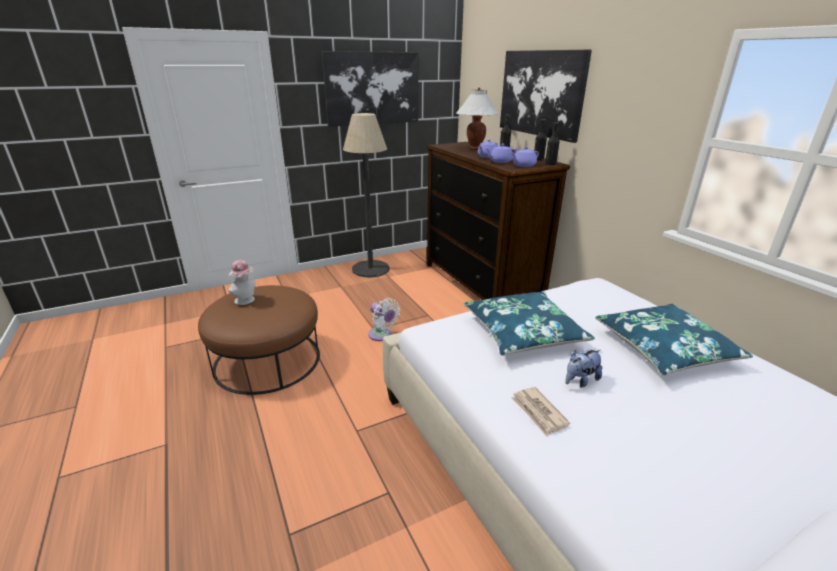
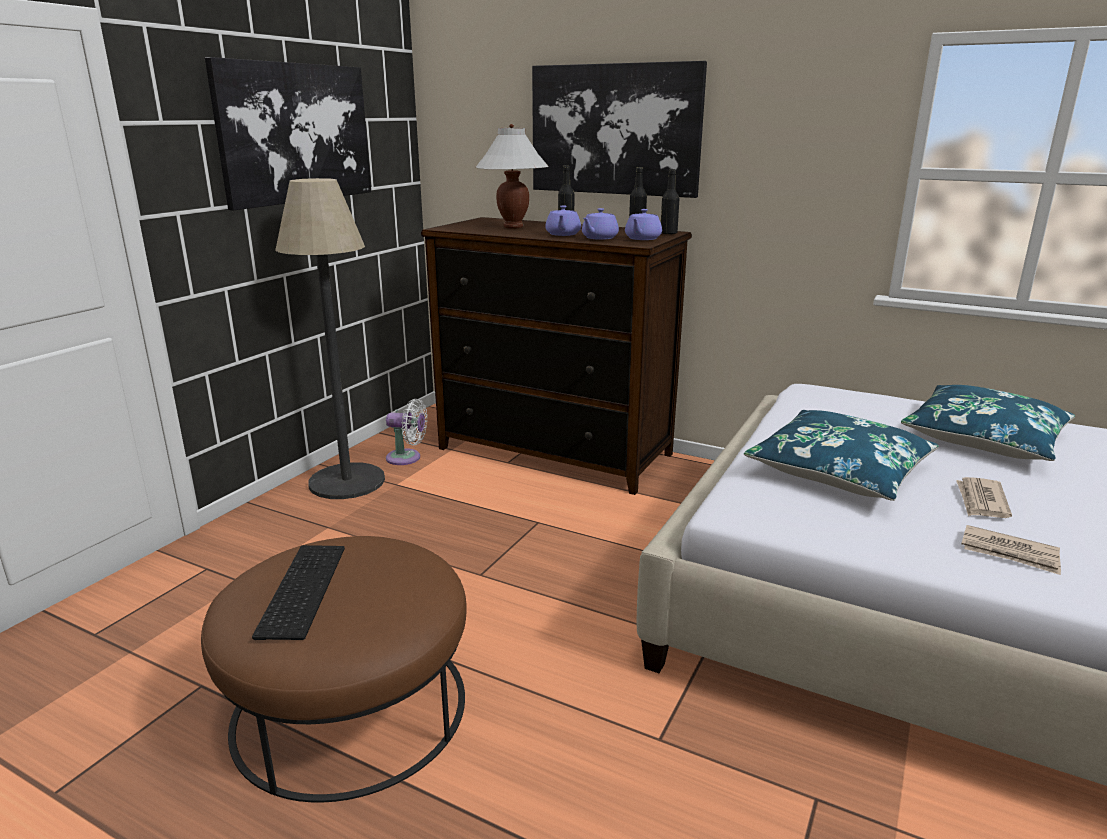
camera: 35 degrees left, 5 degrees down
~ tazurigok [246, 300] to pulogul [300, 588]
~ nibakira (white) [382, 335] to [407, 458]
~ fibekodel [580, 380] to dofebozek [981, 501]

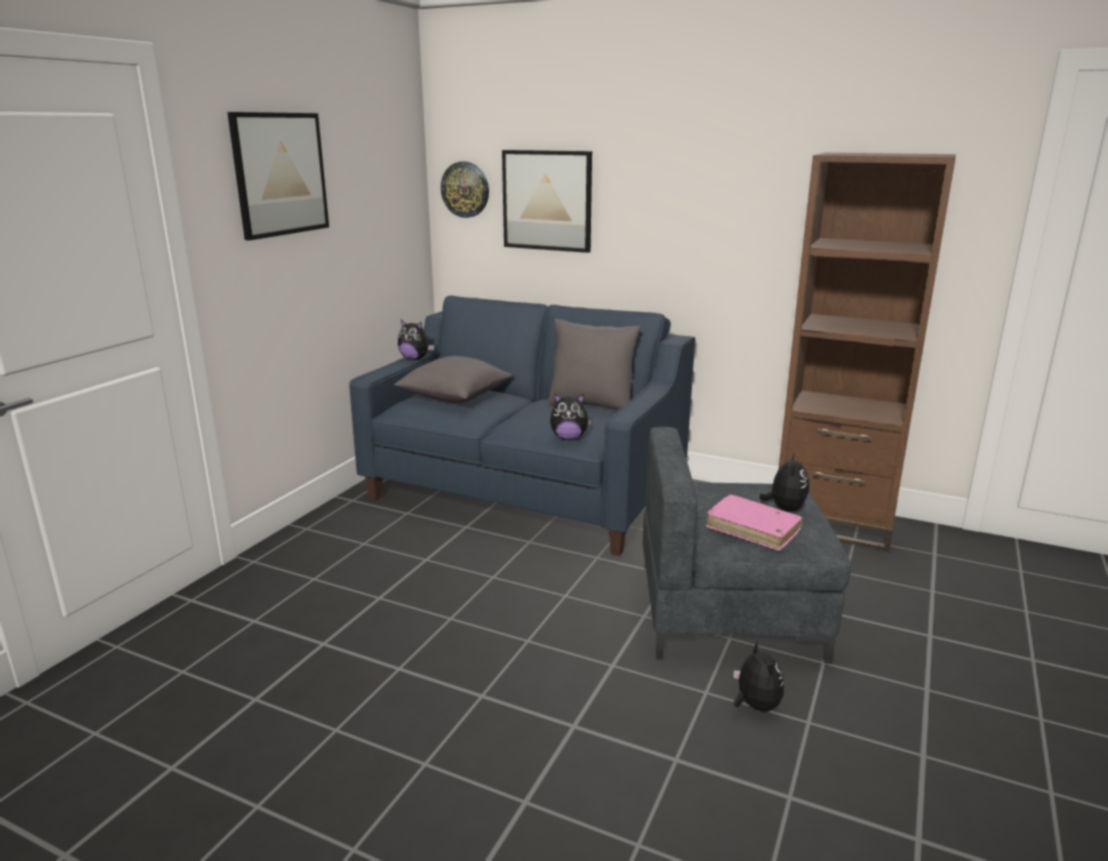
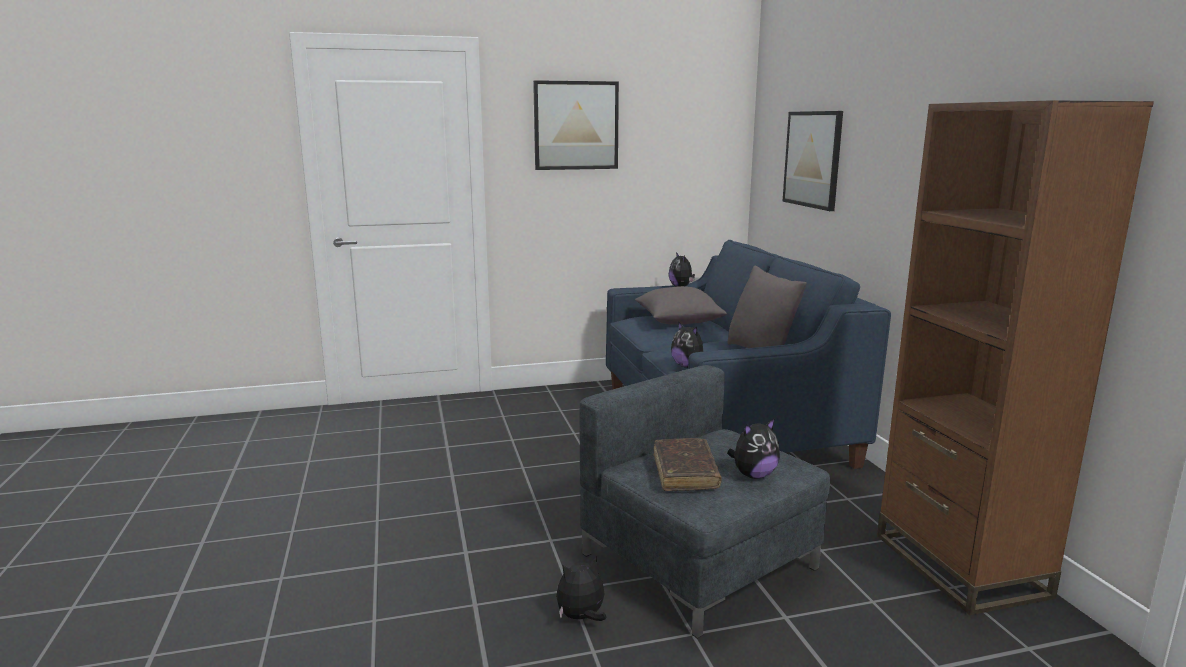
camera: 50 degrees right, 5 degrees down
- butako [465, 189]
~ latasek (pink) [753, 530] to latasek (brown) [685, 473]
~ fibekodel [755, 705] = [581, 617] 150 degrees counterclockwise

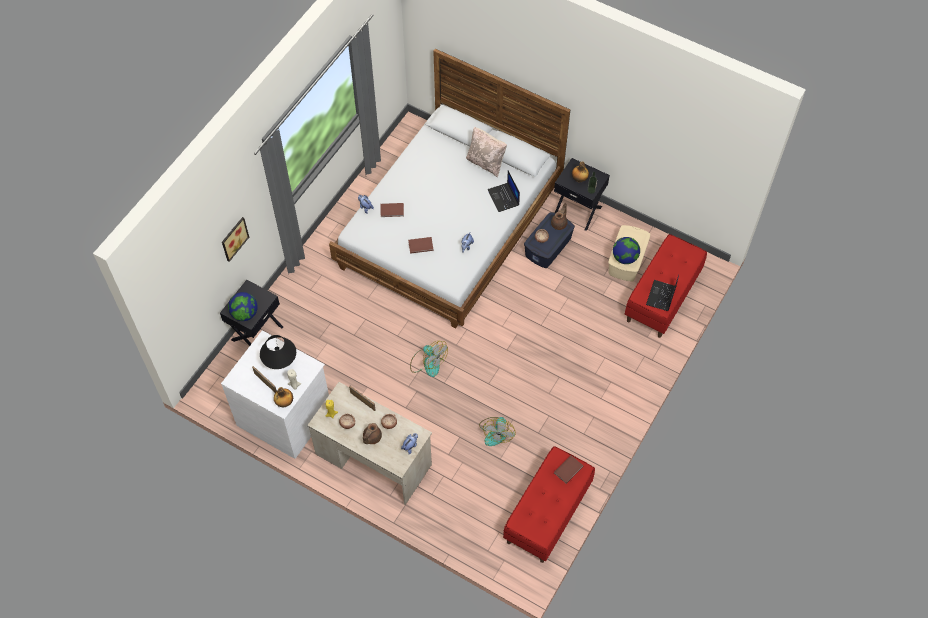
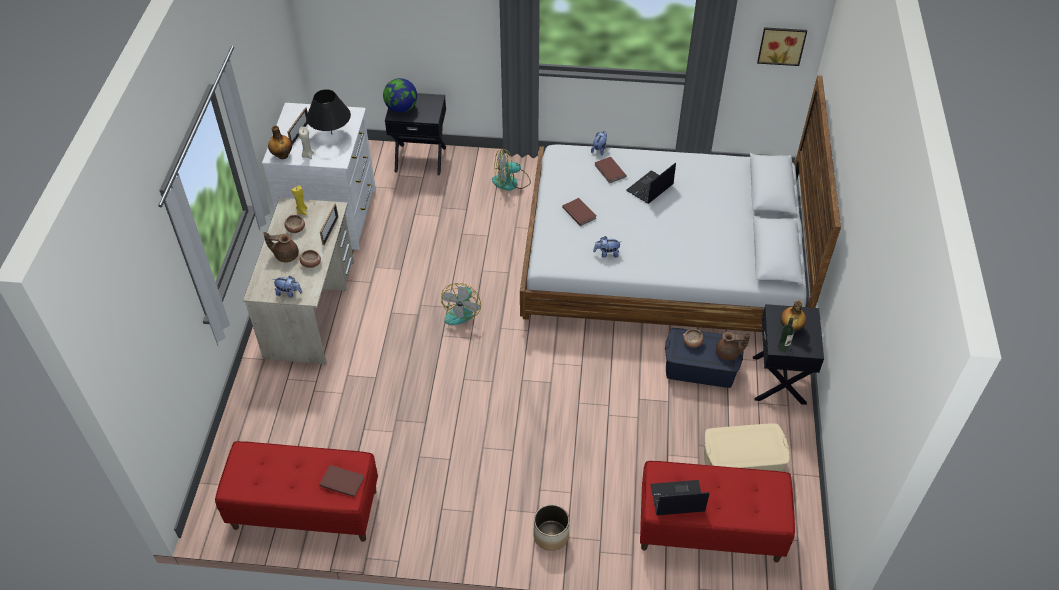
camera: 65 degrees right, 10 degrees down
~ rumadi [233, 238] to [781, 45]
- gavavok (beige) [486, 162]
~ nibakira [496, 432] to [511, 182]
~ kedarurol [504, 198] to [649, 188]
- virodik [625, 258]
+ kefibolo [551, 536]

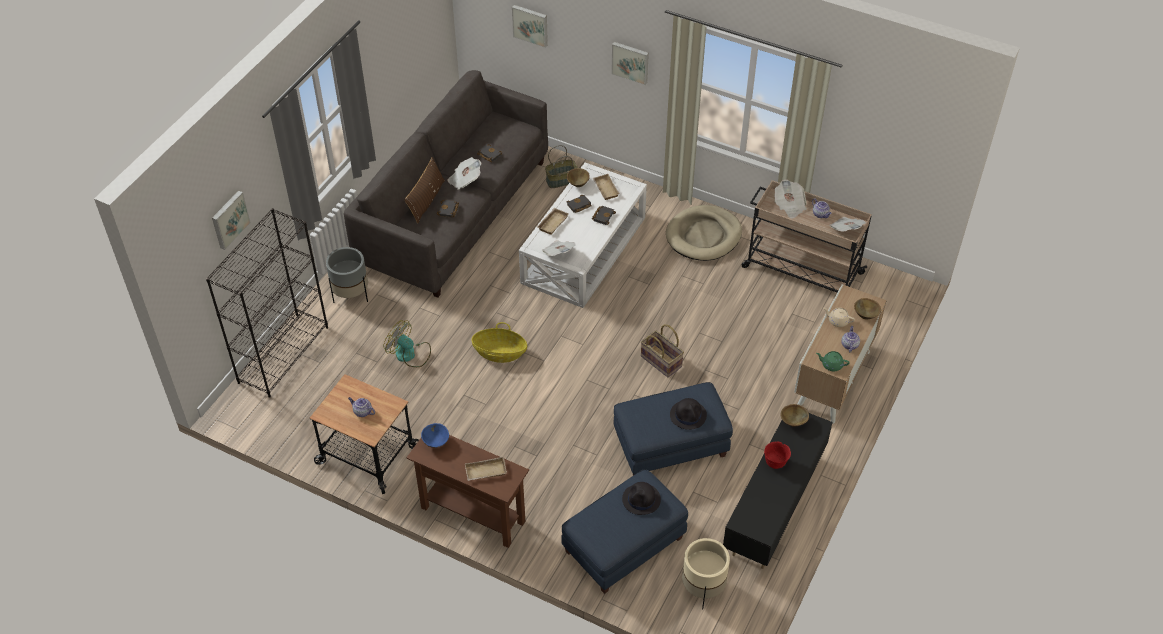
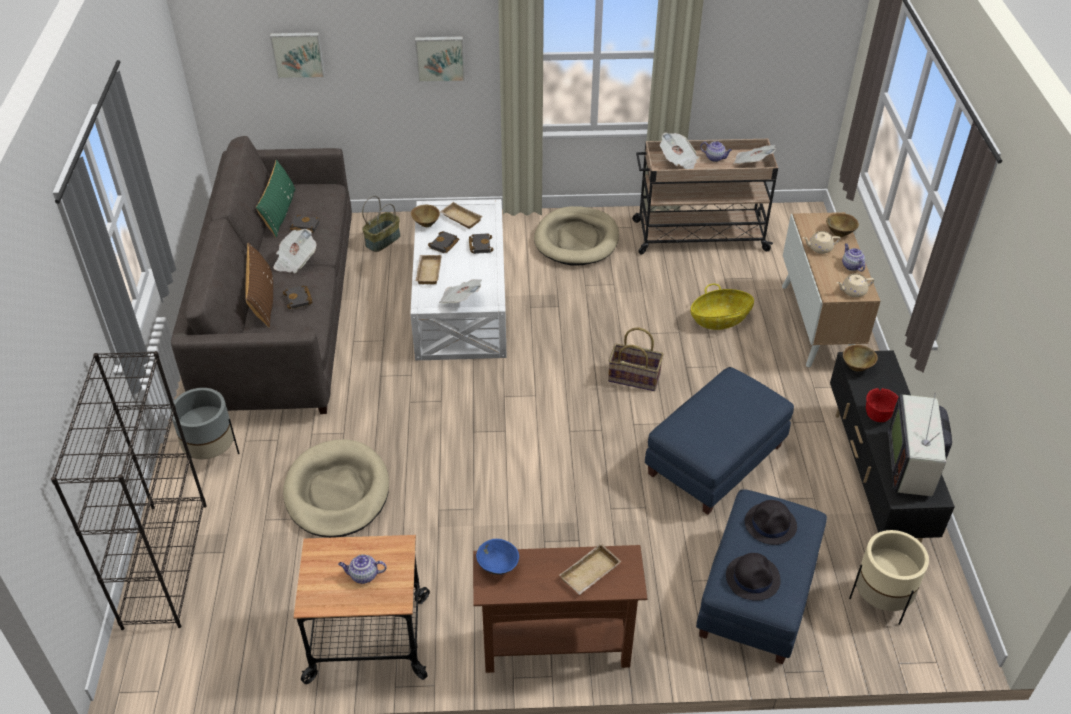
camera: 30 degrees left, 5 degrees down
- rumadi [229, 219]
~ nibakira [409, 354] to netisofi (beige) [337, 492]
~ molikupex [500, 353] to [720, 319]
~ tazurigok (black) [688, 415] to [753, 578]
~ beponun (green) [831, 365] to beponun (beige) [853, 291]
+ gavavok (green) [279, 212]
+ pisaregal [913, 464]

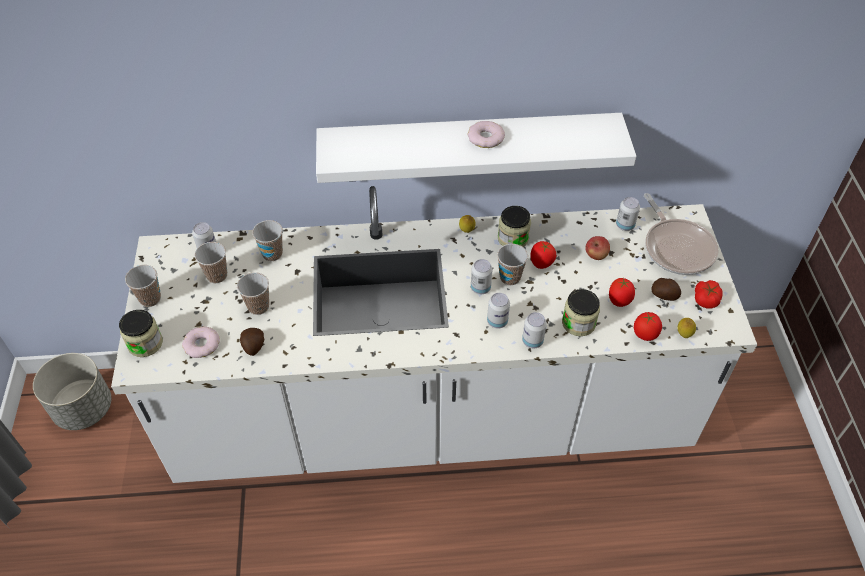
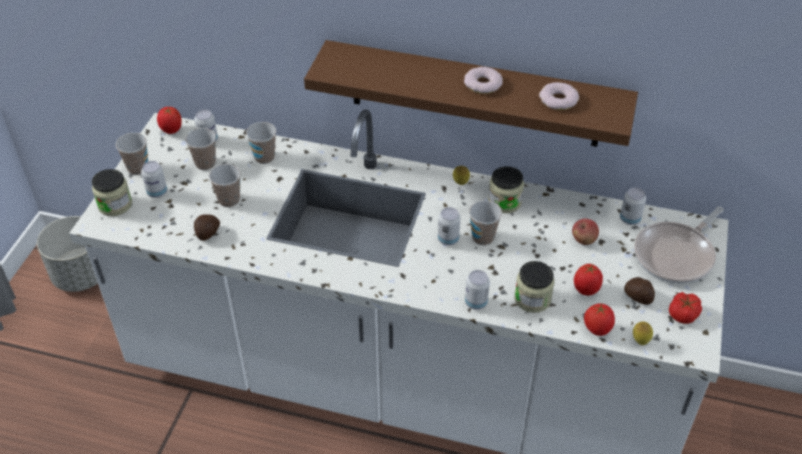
camera: 20 degrees right, 5 degrees down
~ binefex [202, 345] to [558, 100]
~ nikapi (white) [469, 147] to nikapi (brown) [475, 94]
~ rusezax [497, 321] to [157, 192]
~ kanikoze [541, 264] to [171, 131]
~ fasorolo [677, 248] = [676, 255] 45 degrees clockwise

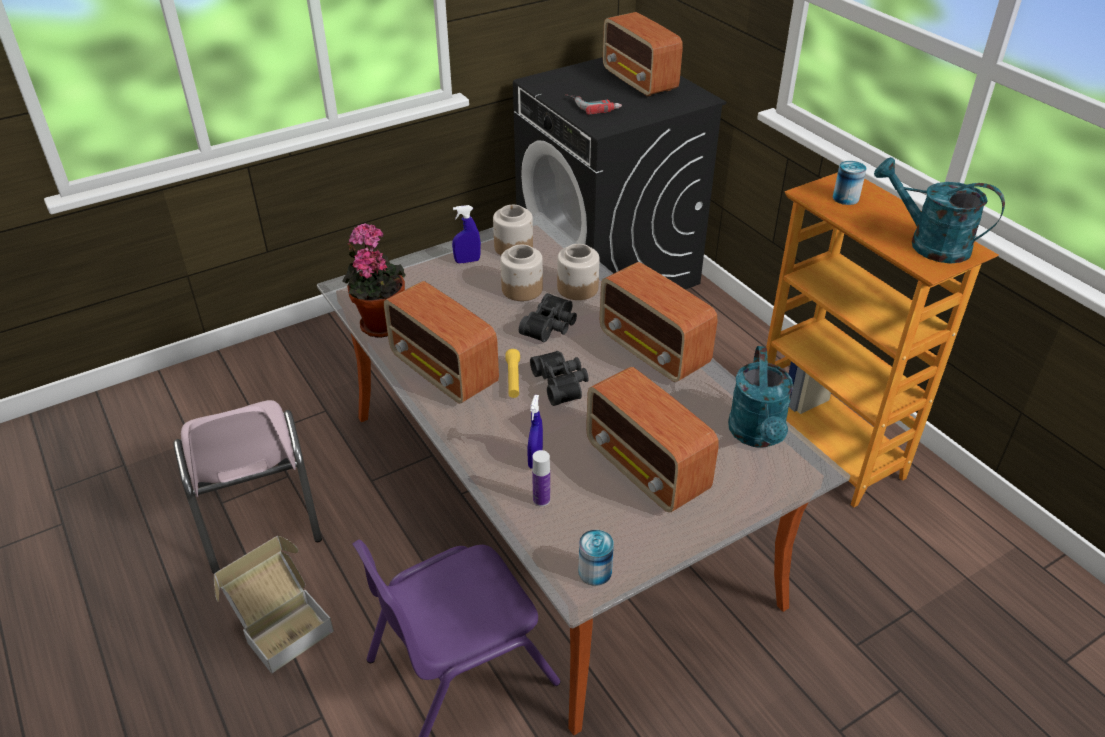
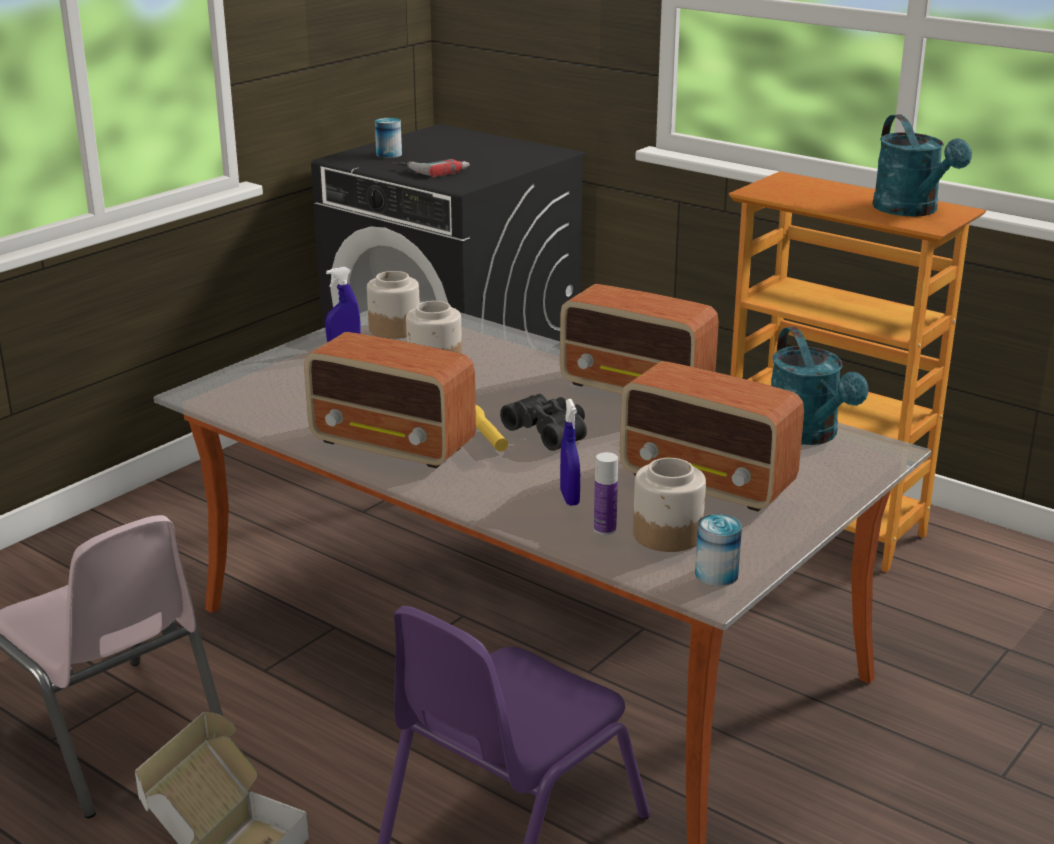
camera: 20 degrees left, 15 degrees down
- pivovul [379, 323]
- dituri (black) [551, 326]
~ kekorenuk [578, 288] to [668, 535]
- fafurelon [639, 81]
~ rusezax [845, 198] to [389, 154]
~ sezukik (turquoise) [928, 244] = [912, 211] 120 degrees counterclockwise

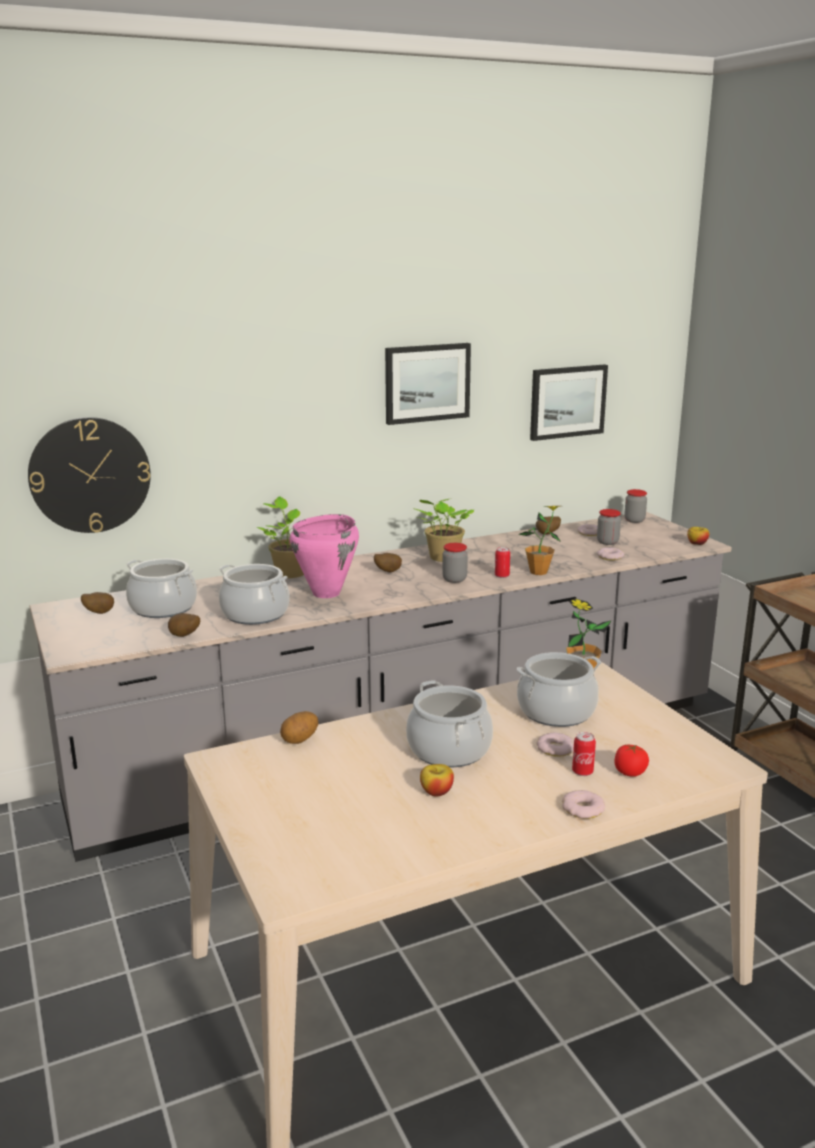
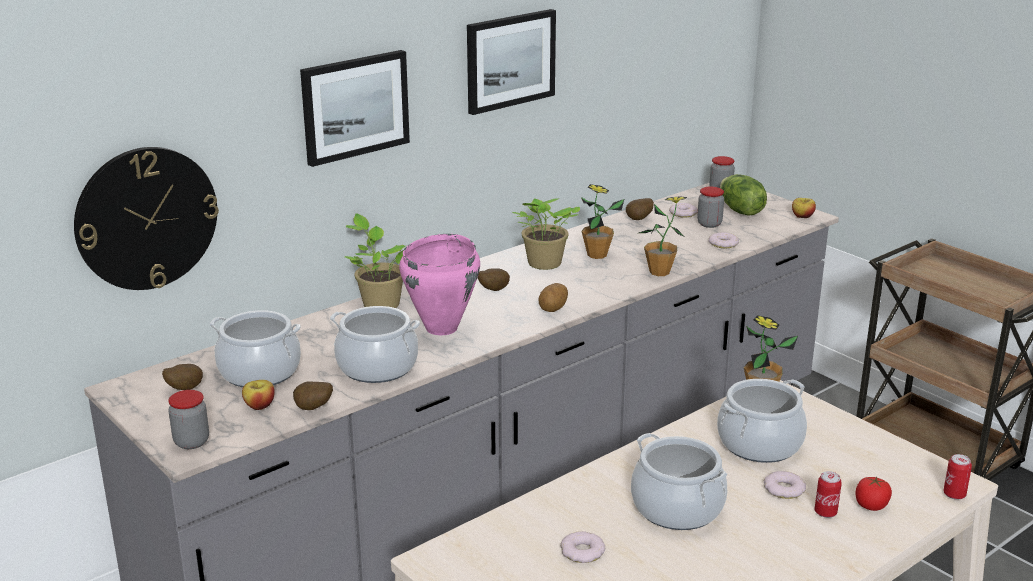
camera: 15 degrees left, 5 degrees up
~ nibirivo [300, 740] to [553, 309]
~ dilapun [436, 792] to [259, 406]
~ kekorenuk [454, 579] to [191, 442]
~ rusezax [502, 576] to [954, 494]
~ rumadi [567, 401] to [355, 106]
~ binefex [583, 809] to [582, 552]
+ pivovul [597, 255]
+ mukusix [740, 211]

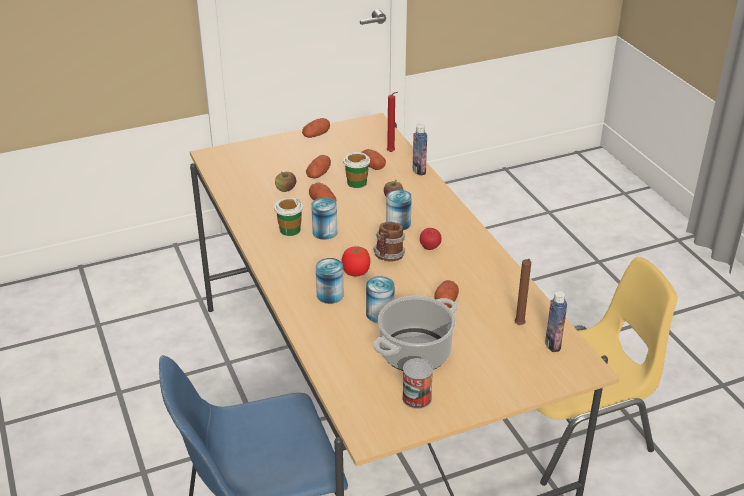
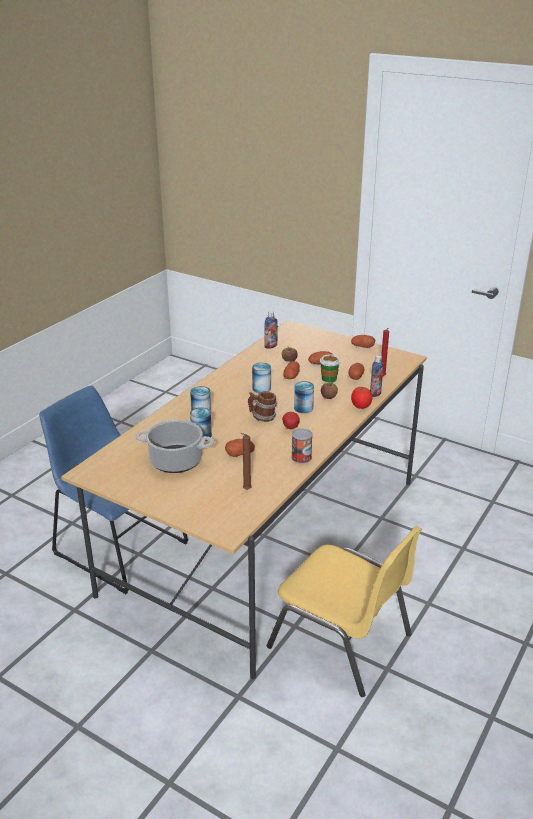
camera: 55 degrees right, 5 degrees down
- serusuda [289, 230]
~ kanikoze [356, 272] to [360, 406]
~ rusezax [416, 398] to [301, 457]
~ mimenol [553, 344] to [270, 346]

